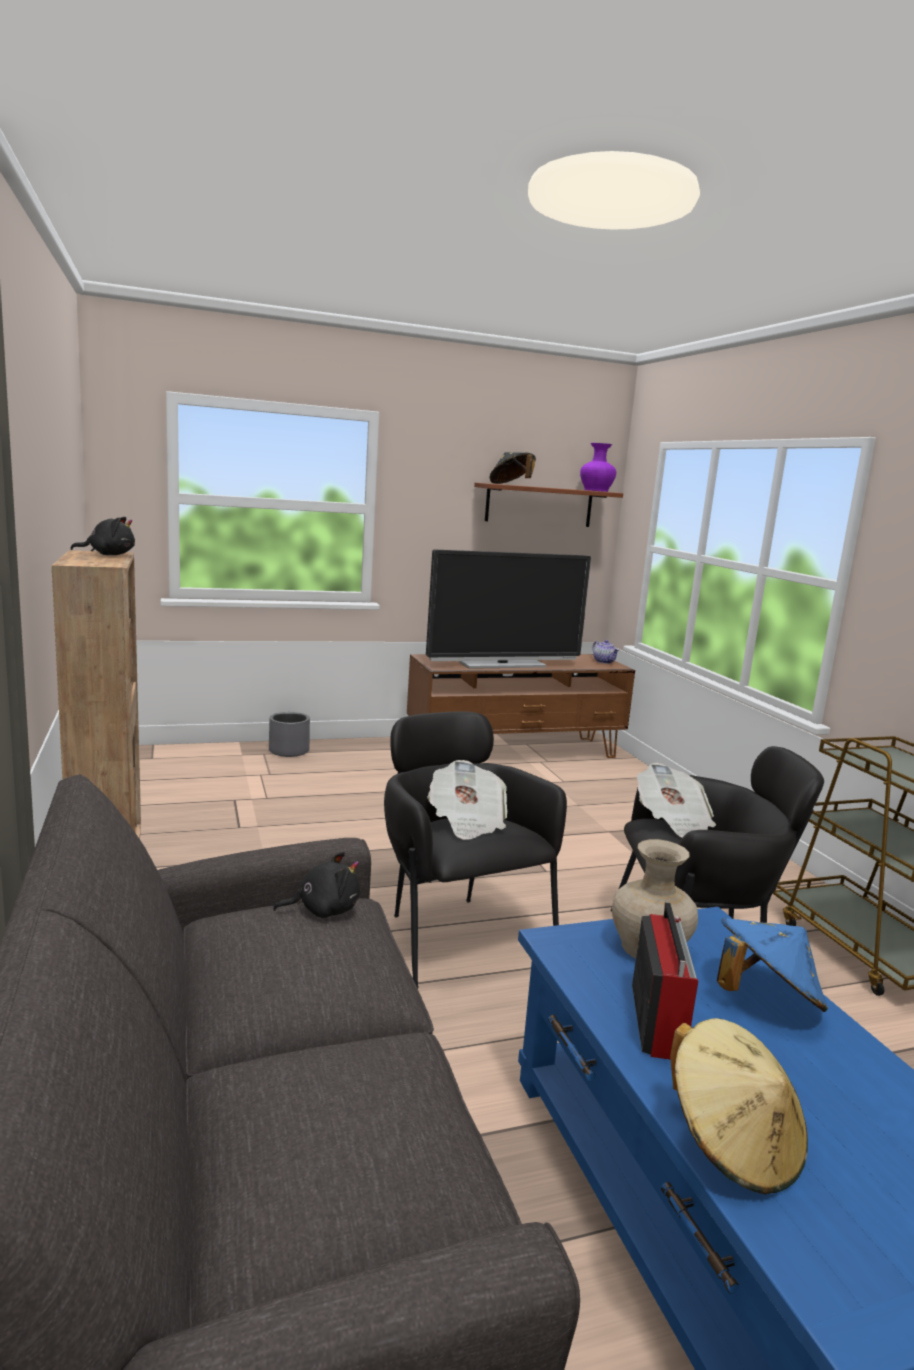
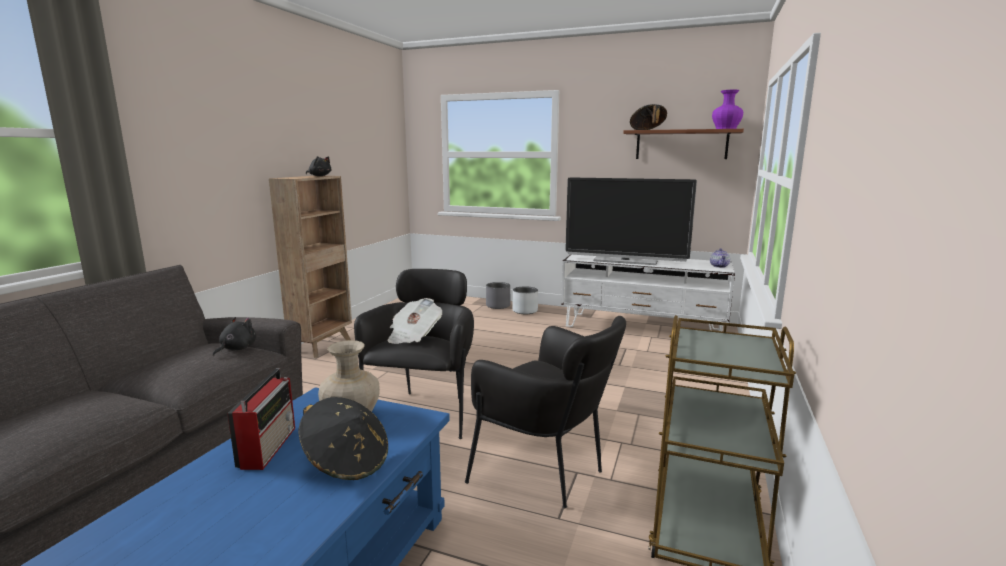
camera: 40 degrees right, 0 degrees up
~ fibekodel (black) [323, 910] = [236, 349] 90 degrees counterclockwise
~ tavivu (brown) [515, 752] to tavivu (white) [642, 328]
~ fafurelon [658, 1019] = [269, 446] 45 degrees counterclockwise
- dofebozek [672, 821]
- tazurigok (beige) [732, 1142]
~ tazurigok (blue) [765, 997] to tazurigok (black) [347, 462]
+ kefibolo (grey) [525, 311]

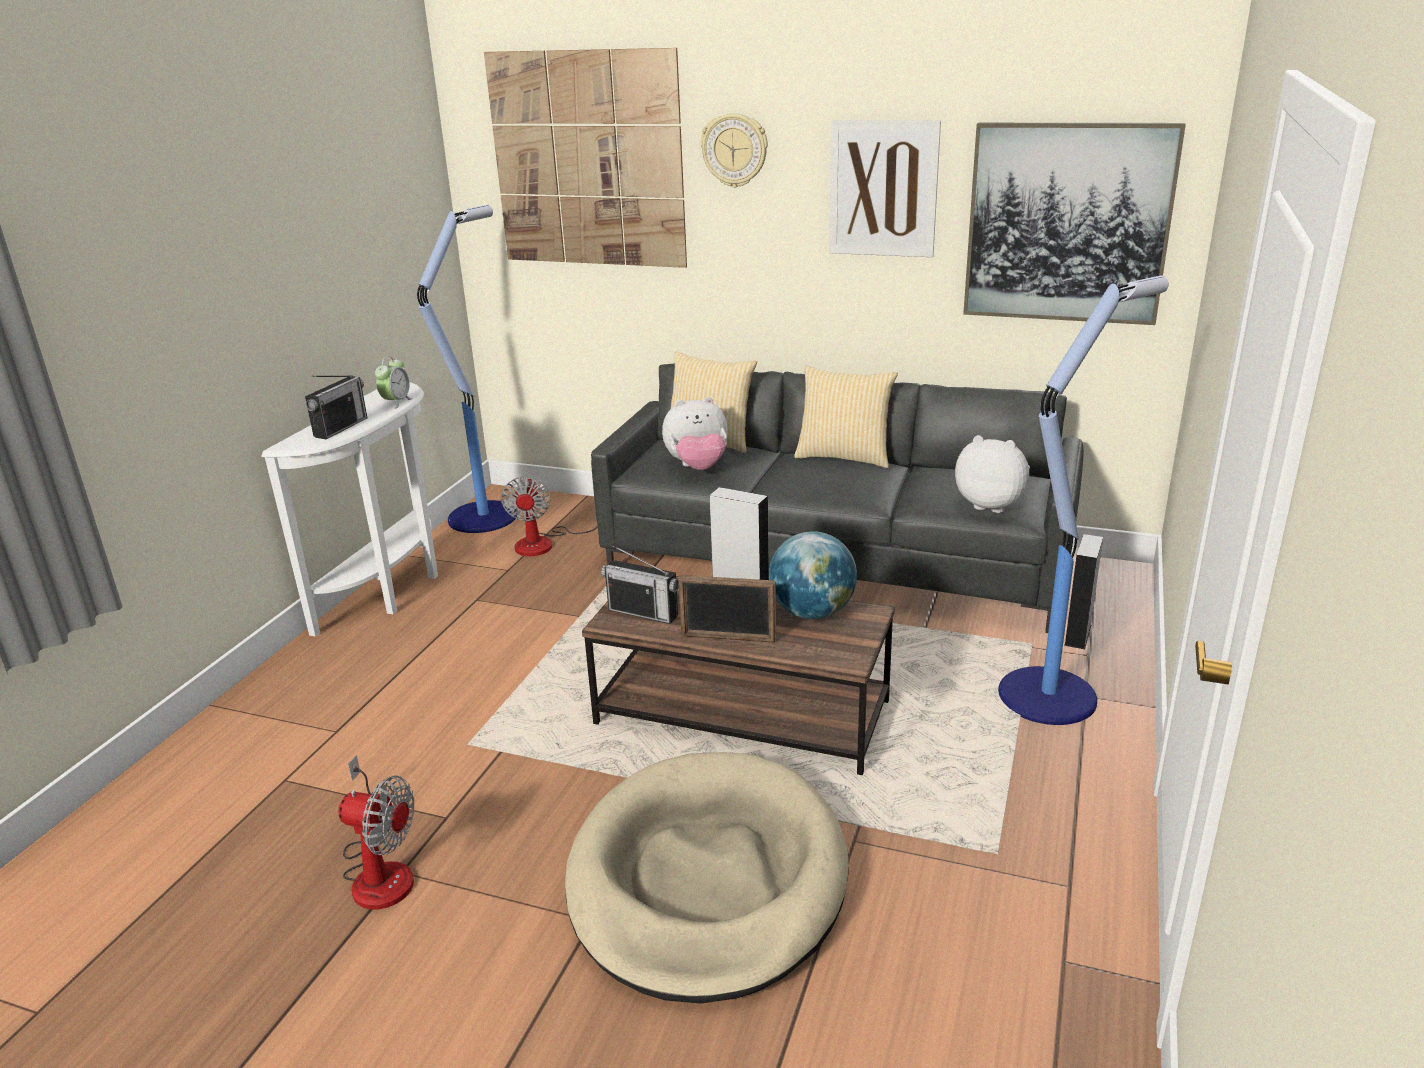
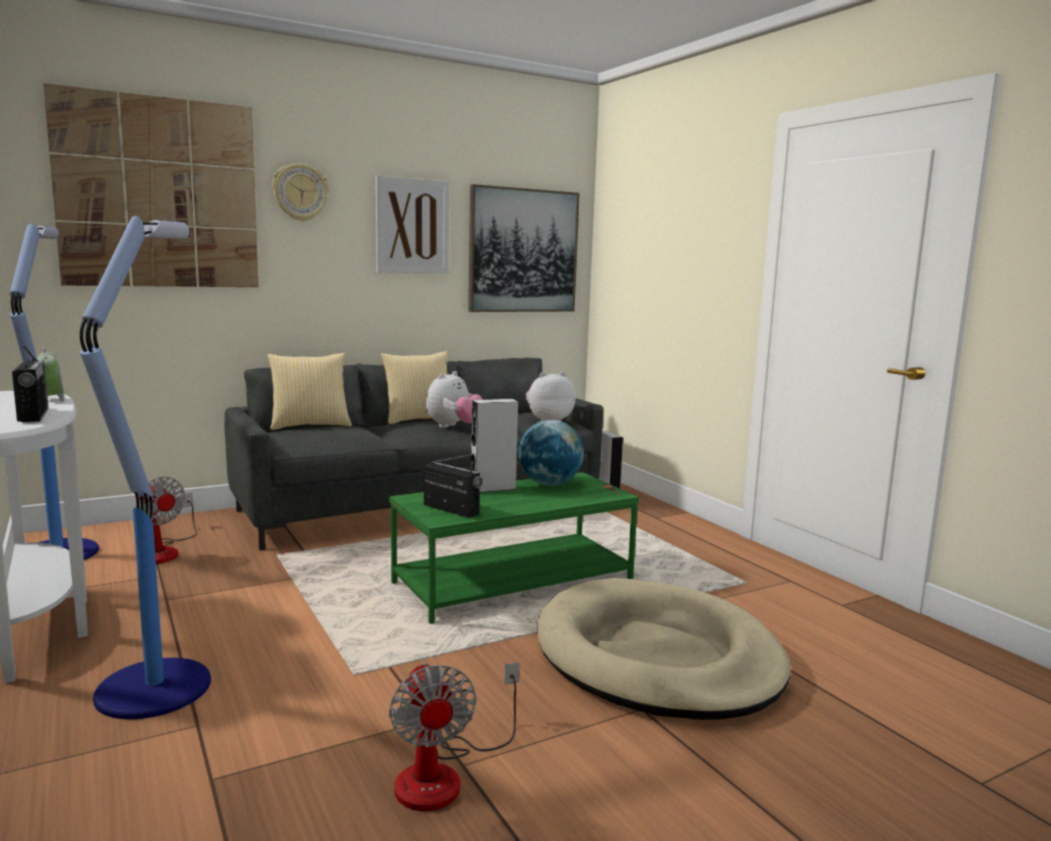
camera: 50 degrees left, 15 degrees down
~ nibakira [380, 871] = [444, 775] 105 degrees clockwise
~ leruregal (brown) [743, 712] to leruregal (green) [514, 582]
~ fafurelon [643, 613] = [450, 510] 120 degrees counterclockwise
~ fibekodel [698, 467] to [453, 427]
- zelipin [728, 638]
~ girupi [1050, 694] to [156, 685]

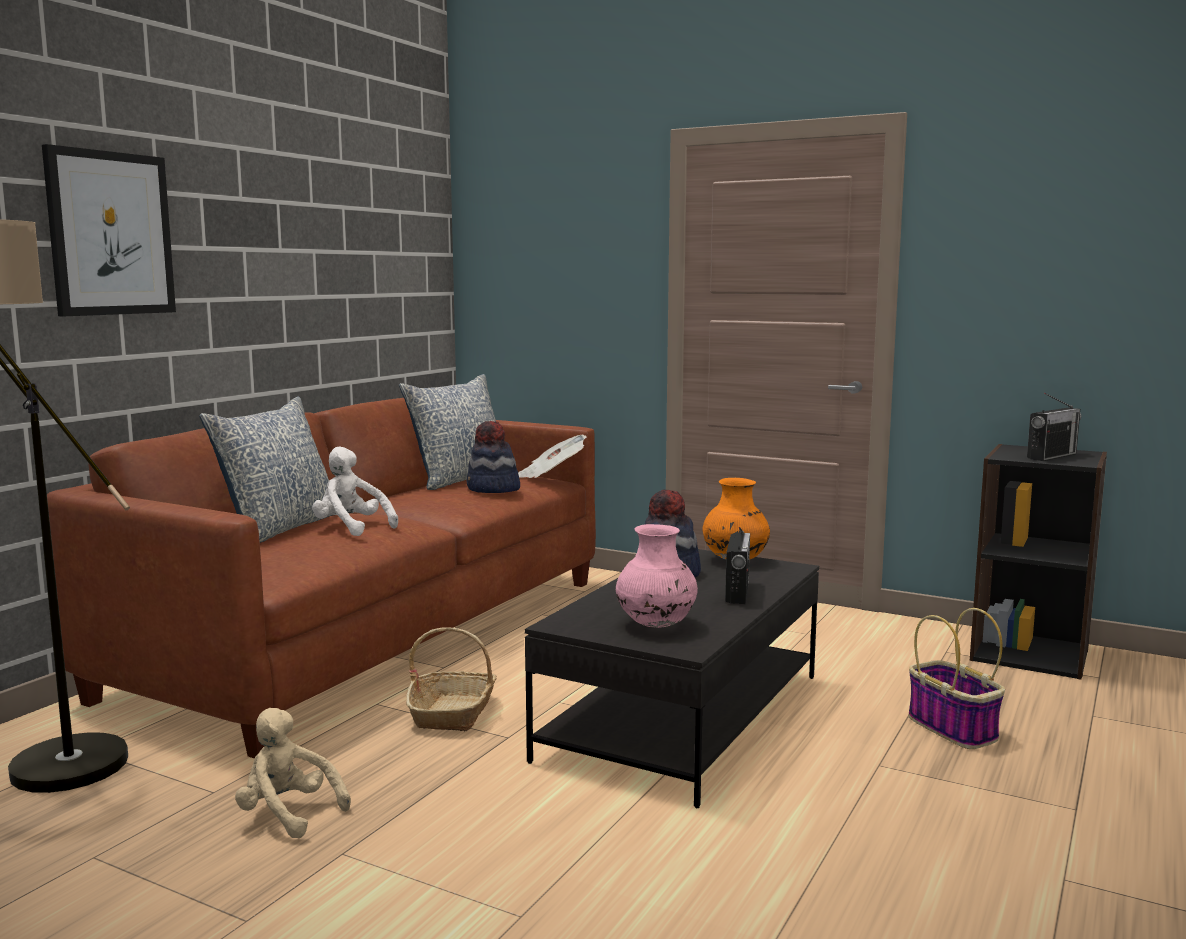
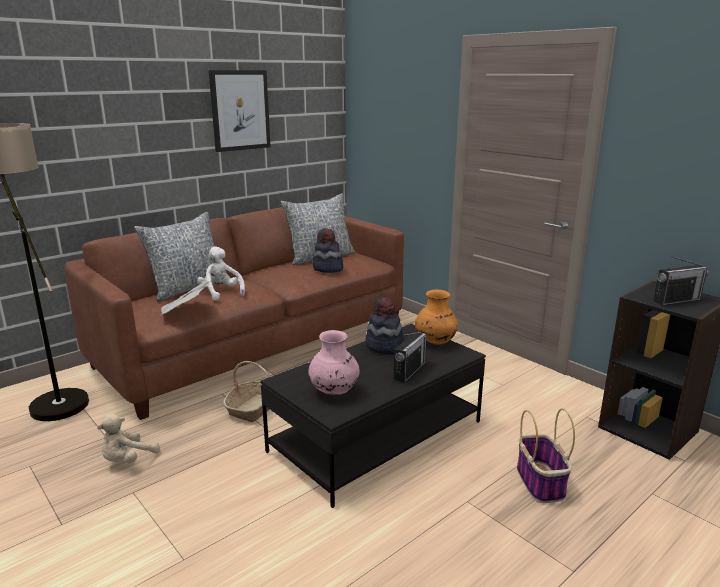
camera: 20 degrees right, 10 degrees up
~ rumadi [110, 234] to [240, 110]
~ fibekodel (beige) [288, 814] = [127, 460] 105 degrees counterclockwise
~ dofebozek [551, 475] to [185, 311]

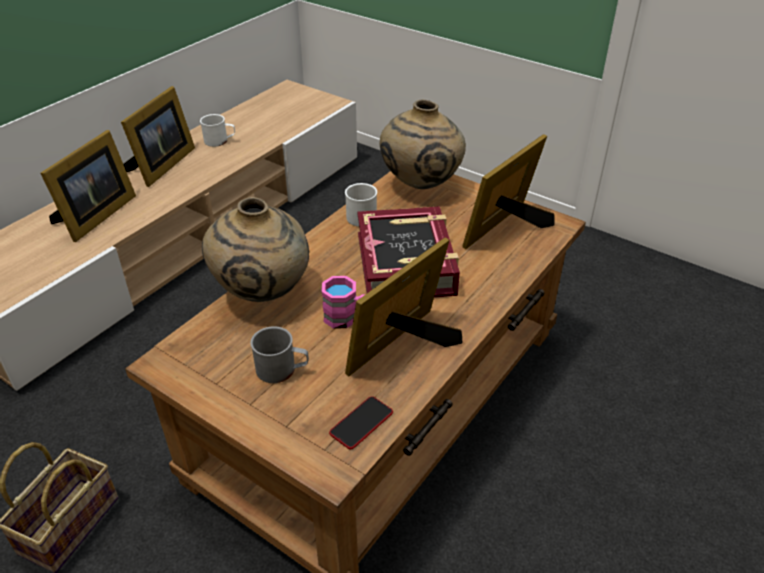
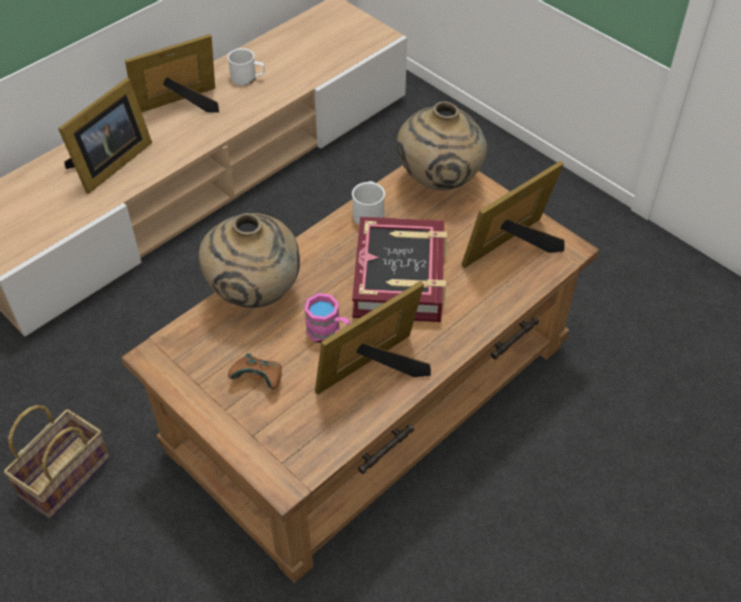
camera: 10 degrees right, 10 degrees up
~ zelipin [161, 166] = [182, 105] 150 degrees counterclockwise
~ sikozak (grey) [282, 370] to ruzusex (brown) [259, 379]
- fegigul [361, 423]

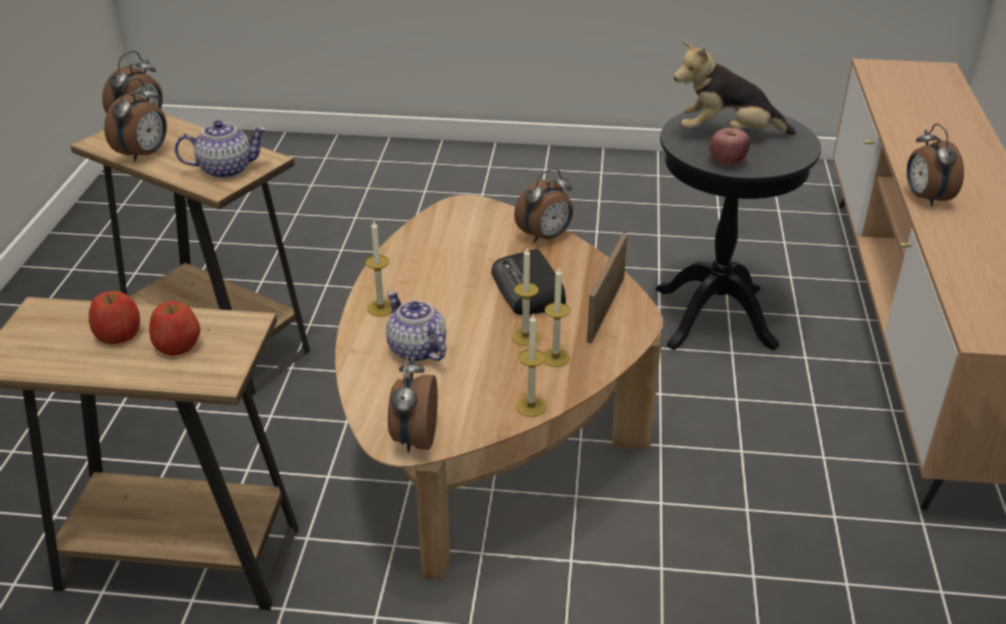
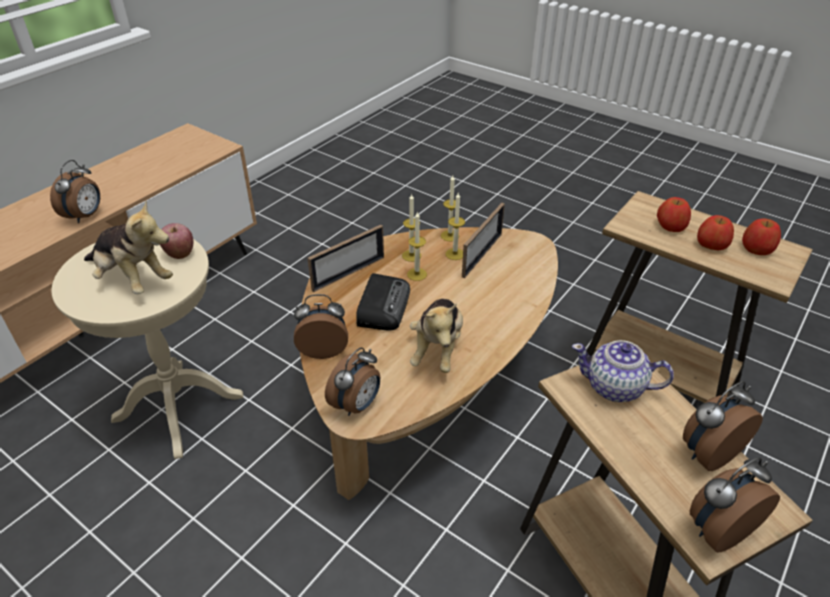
camera: 150 degrees left, 5 degrees up
~ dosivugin [380, 308] to [455, 254]
- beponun [416, 350]
~ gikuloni [414, 439] to [357, 405]
~ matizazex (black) [715, 317] to matizazex (beige) [178, 407]
+ fibekodel [437, 349]
+ zelipin [482, 255]
+ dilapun [757, 248]

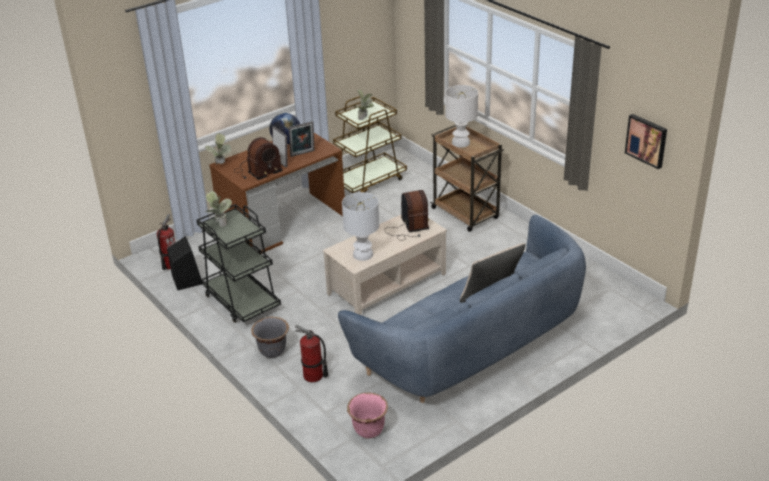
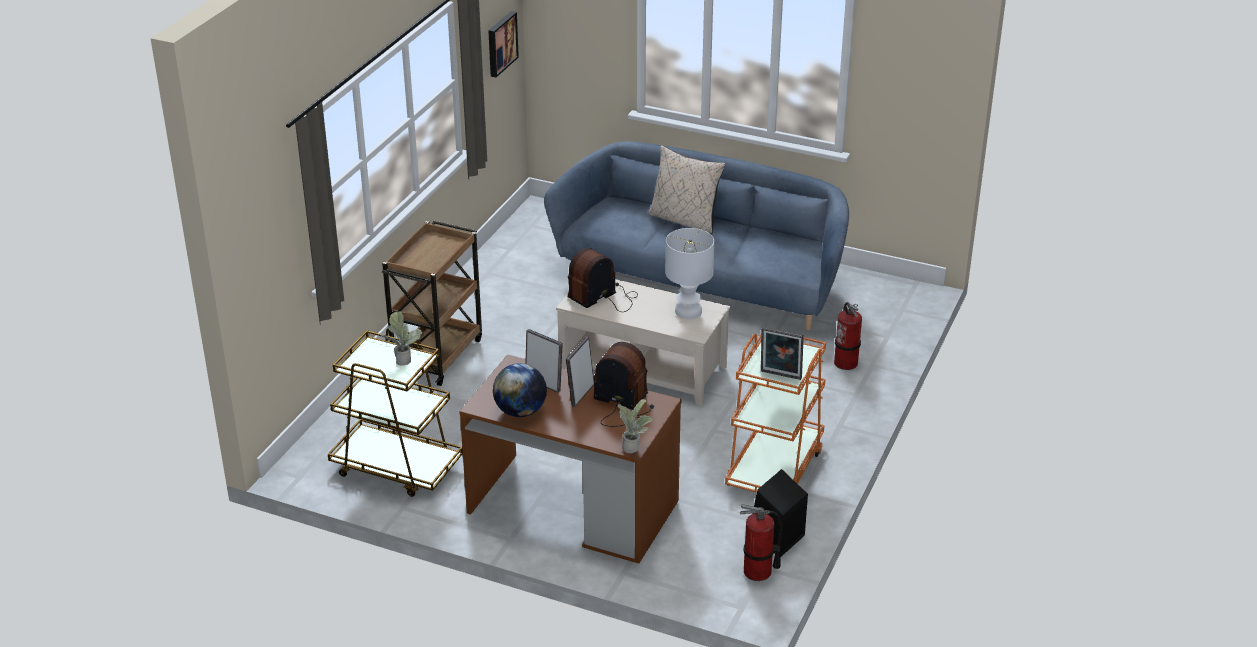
camera: 120 degrees left, 0 degrees up
~ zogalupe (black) [241, 301] to zogalupe (orange) [774, 468]
~ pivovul [219, 223] to zelipin [780, 376]
- kefibolo (grey) [273, 351]
- kefibolo (pink) [369, 430]
- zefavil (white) [461, 143]

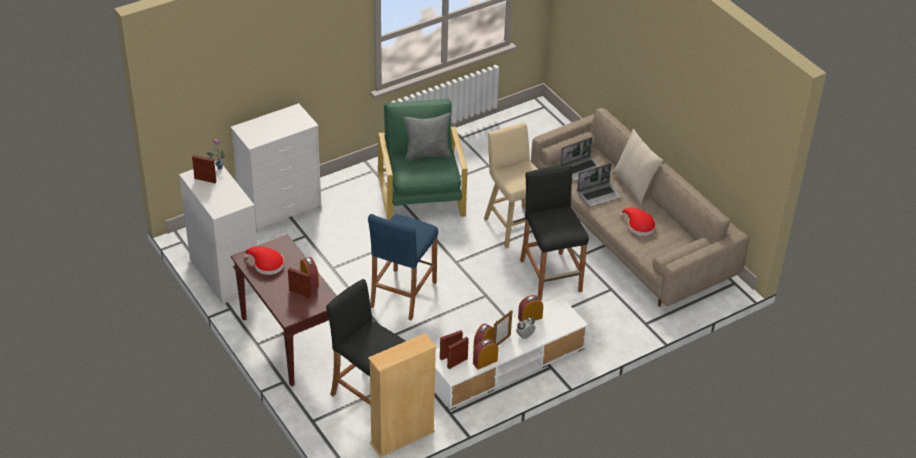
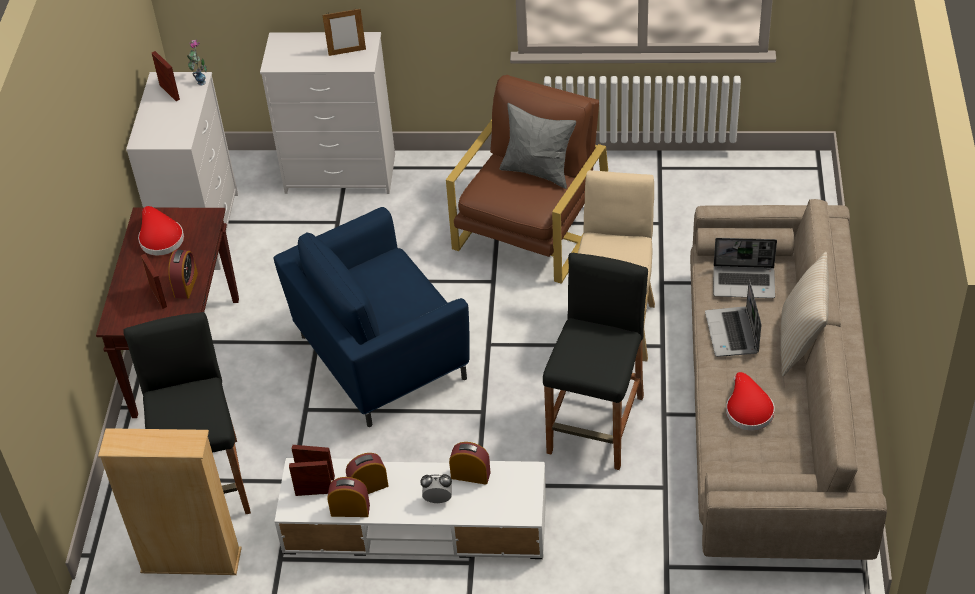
camera: 40 degrees right, 5 degrees up
~ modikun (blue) [403, 294] to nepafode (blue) [379, 357]
~ nepafode (green) [421, 194] to nepafode (brown) [531, 227]
~ zelipin [501, 342] to [347, 52]
~ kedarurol [599, 195] = [732, 333] 75 degrees clockwise

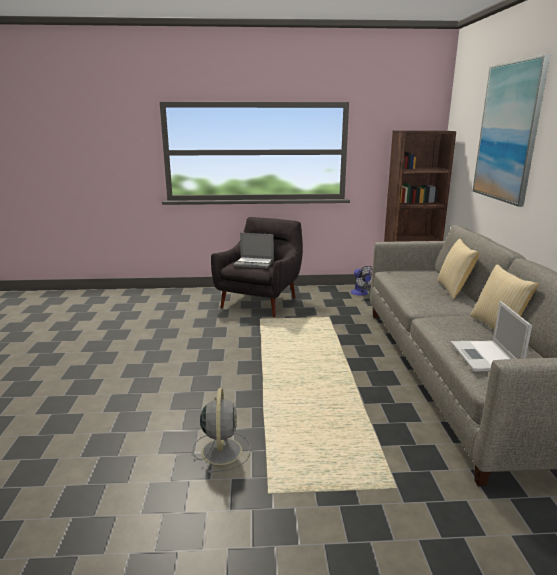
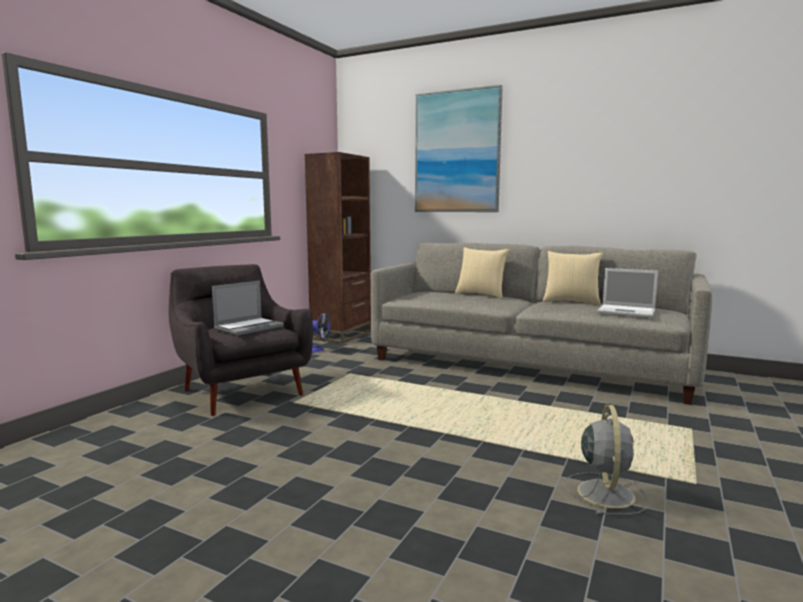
camera: 60 degrees left, 10 degrees down
~ nibakira (grey) [222, 450] = [605, 492] 75 degrees clockwise

